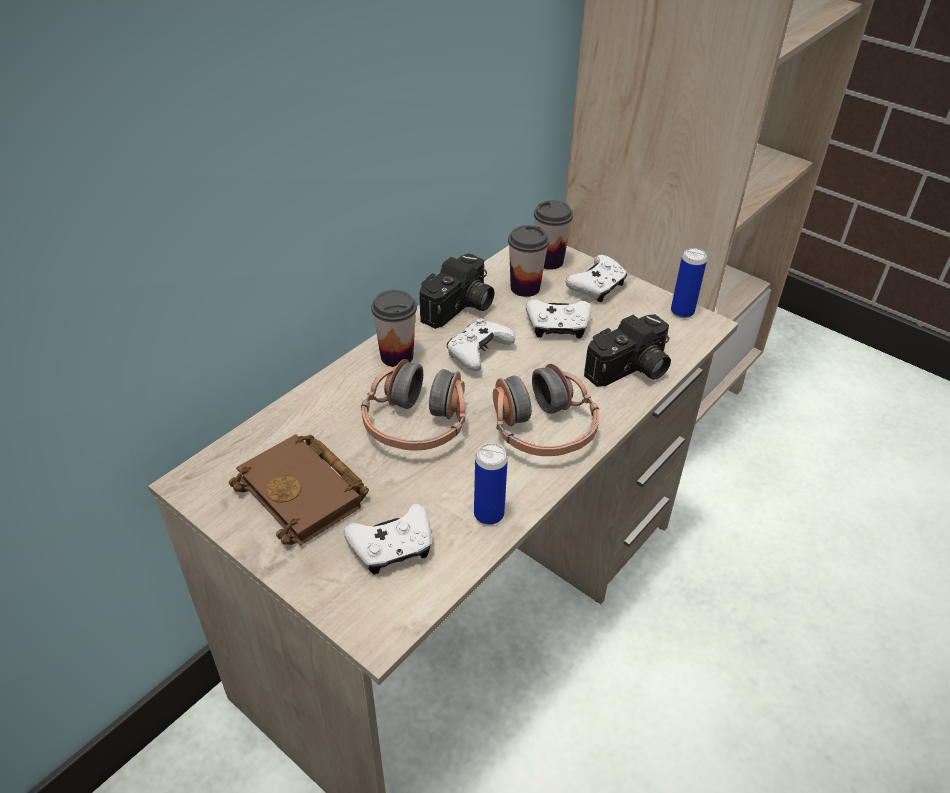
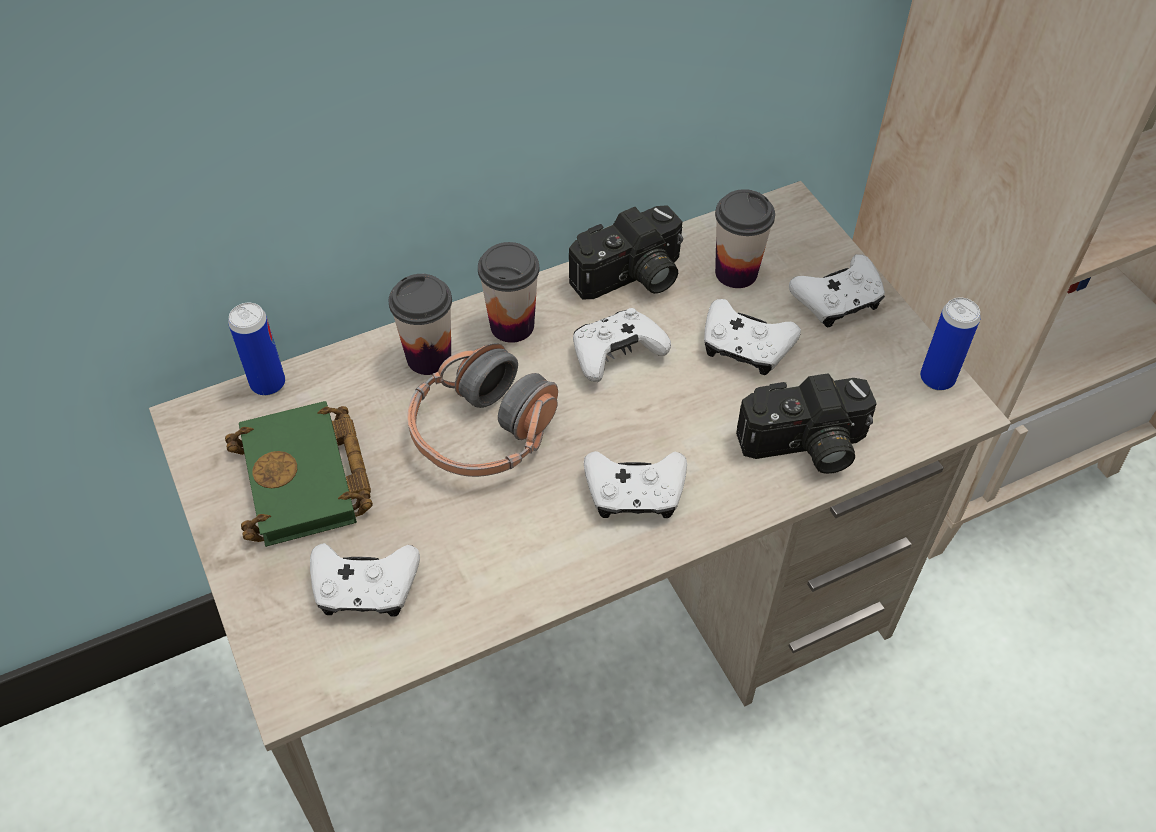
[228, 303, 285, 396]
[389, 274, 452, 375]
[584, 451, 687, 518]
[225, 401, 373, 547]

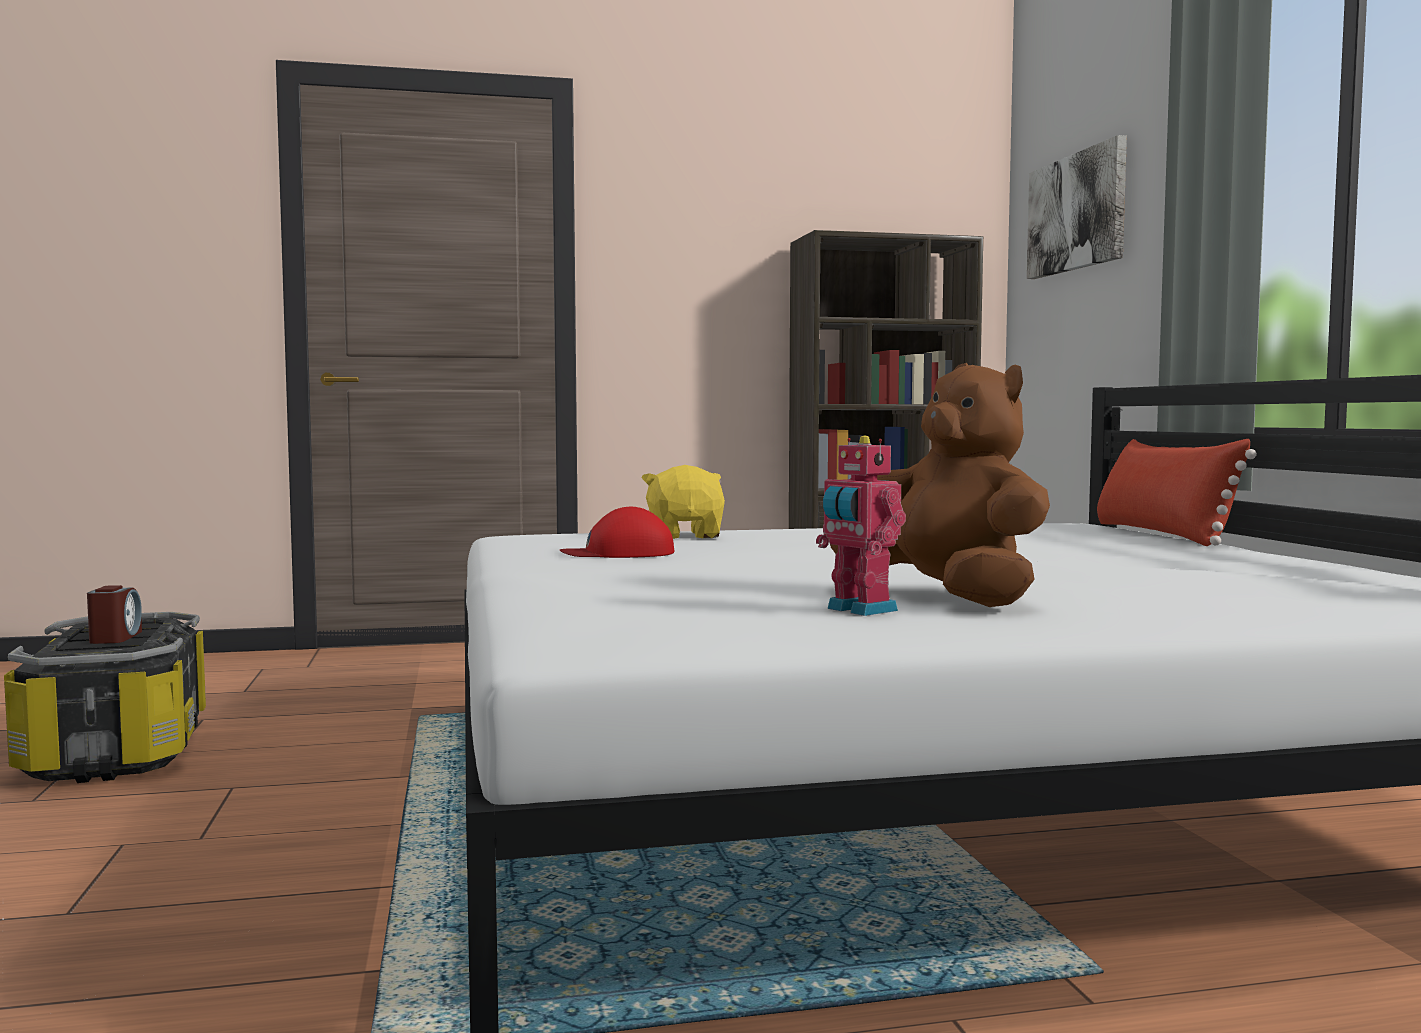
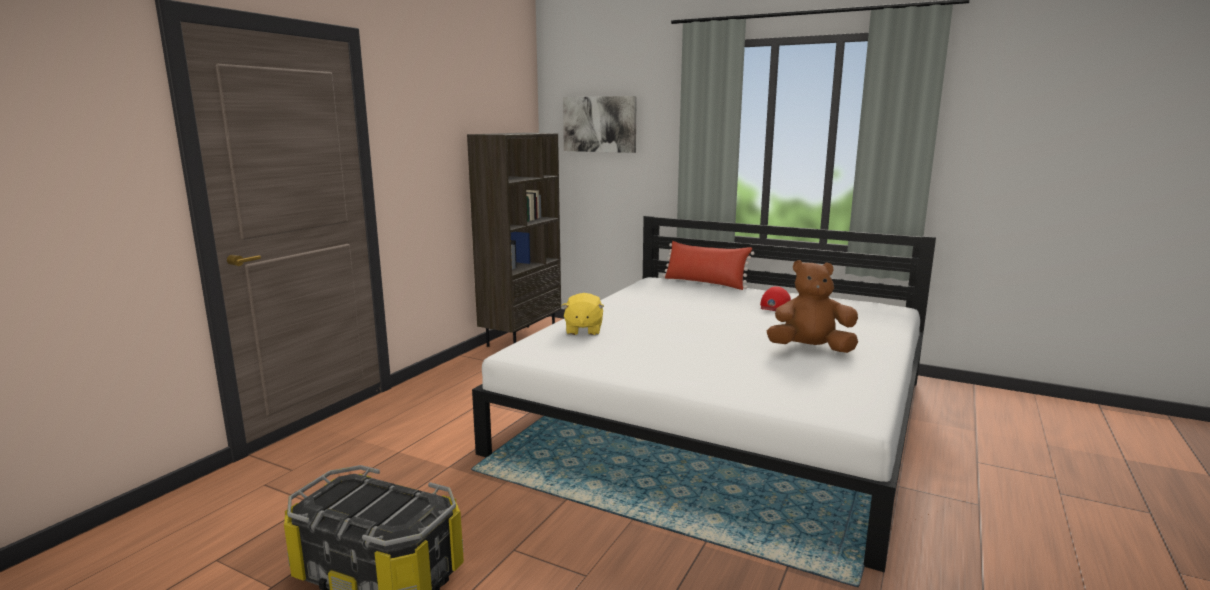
[87, 585, 142, 644] (first image)
[816, 435, 906, 616] (first image)
[760, 286, 791, 311]
[561, 293, 604, 335]

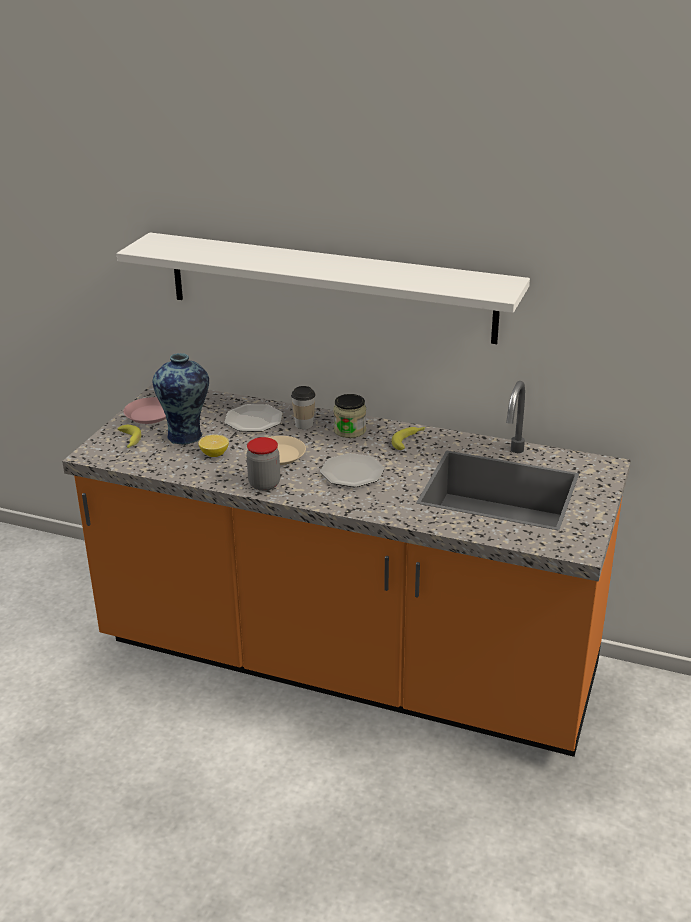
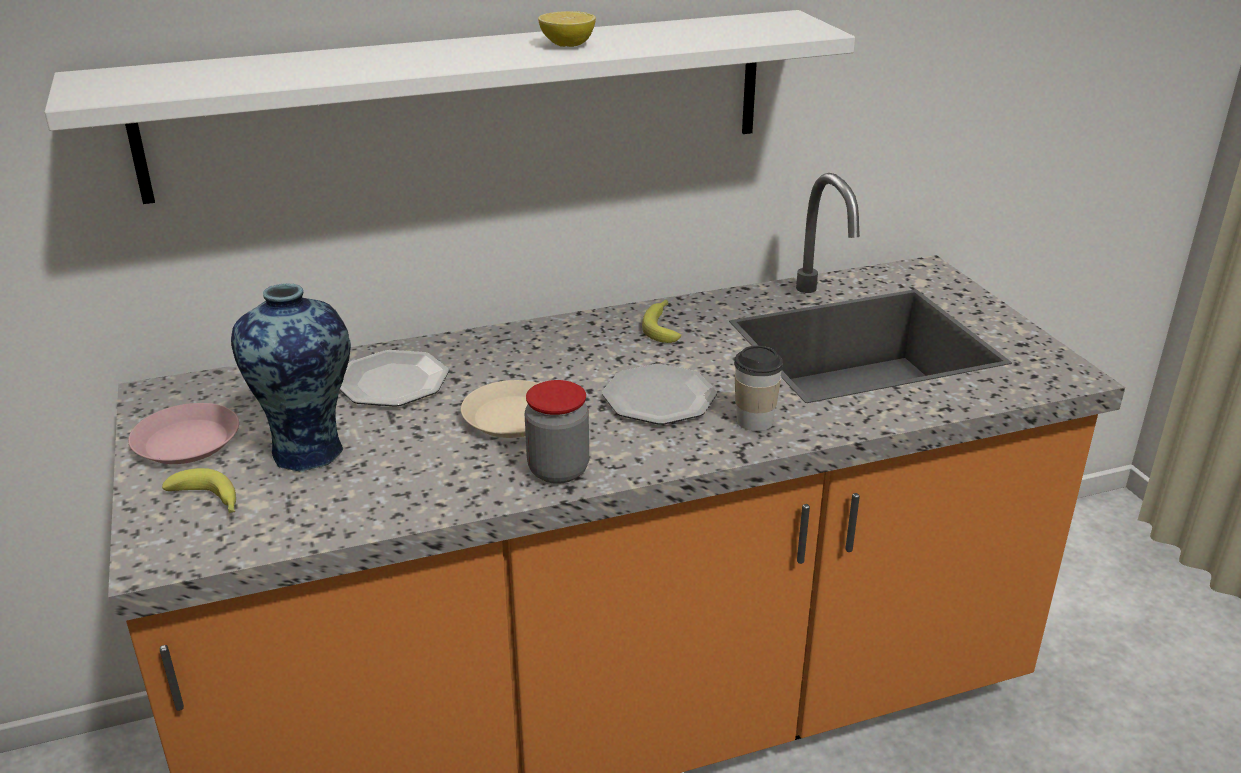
[333, 394, 366, 438] (first image)
[538, 11, 596, 47]
[734, 346, 784, 431]

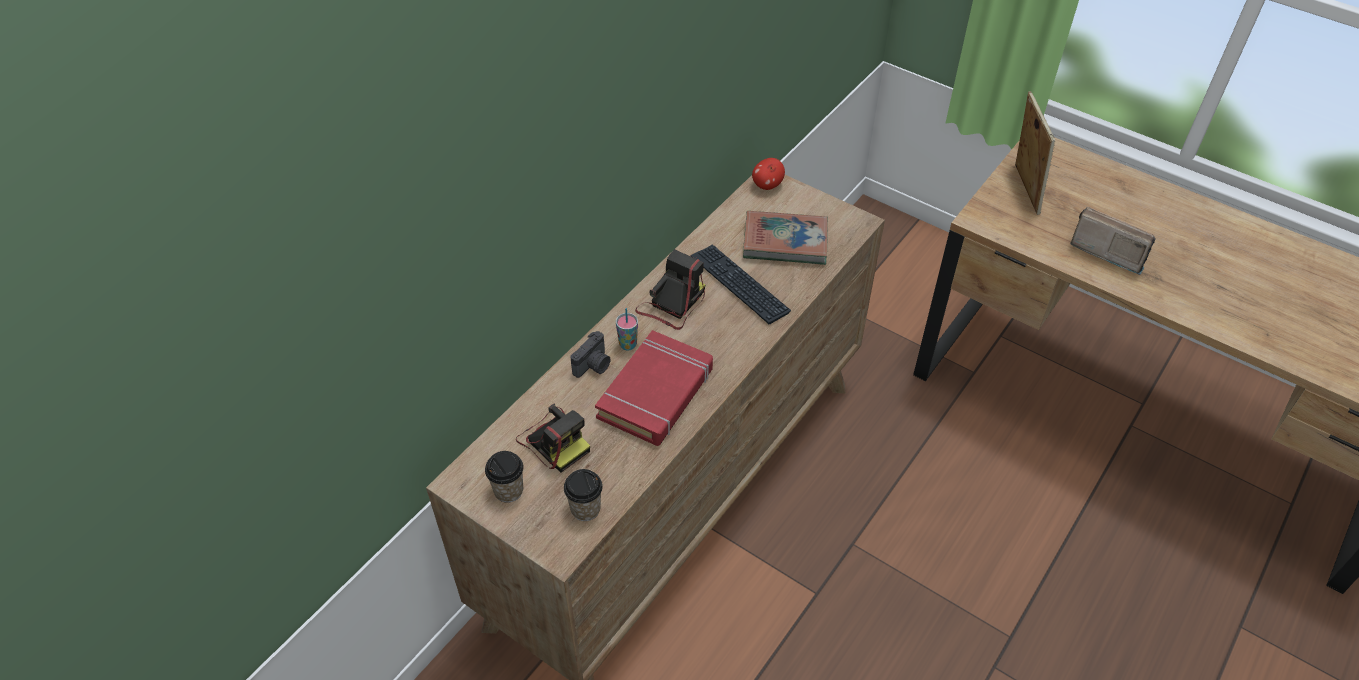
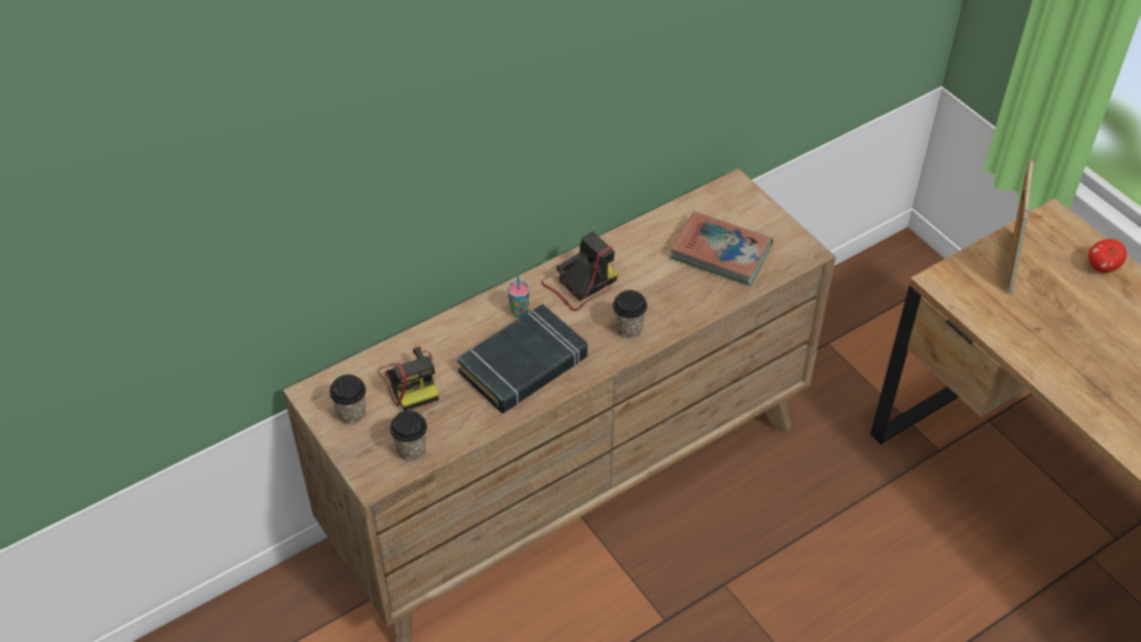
[571, 331, 610, 378] (first image)
[690, 244, 791, 324] (first image)
[1070, 207, 1155, 275] (first image)
[613, 290, 647, 339]
[1088, 239, 1127, 273]
[457, 304, 588, 413]

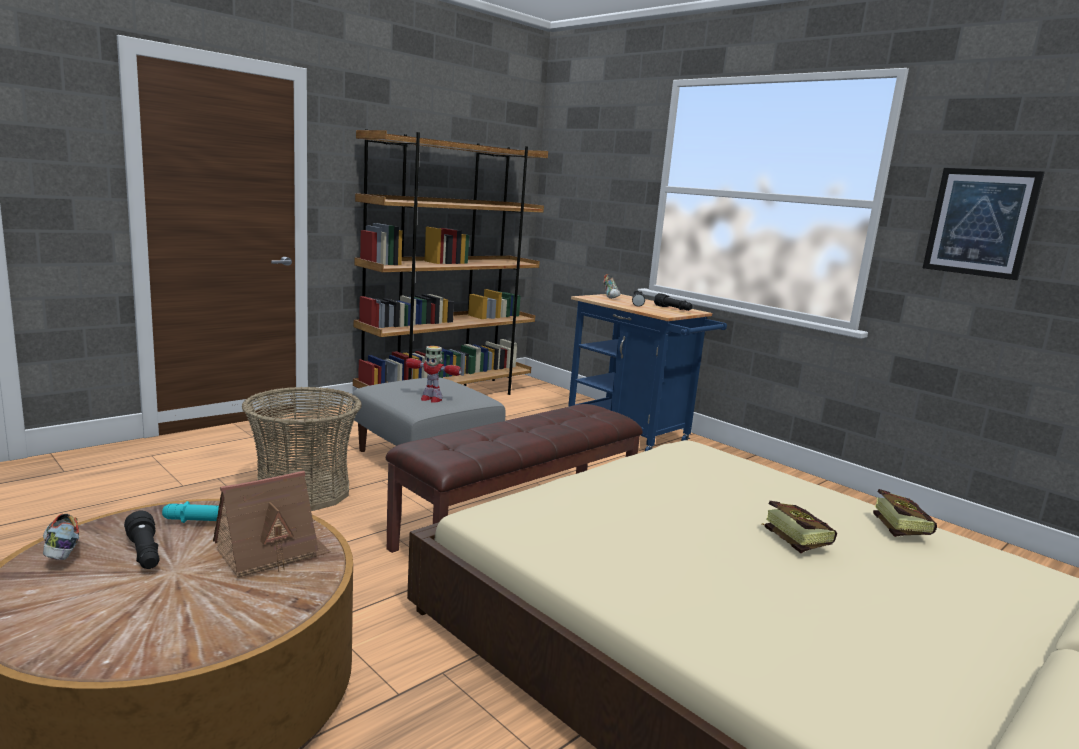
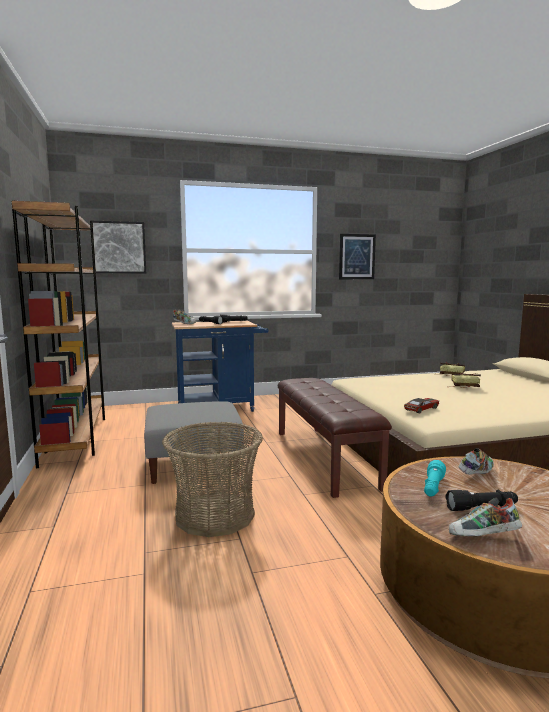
[406, 346, 462, 403] (first image)
[90, 220, 146, 273]
[404, 398, 439, 413]
[459, 448, 494, 475]

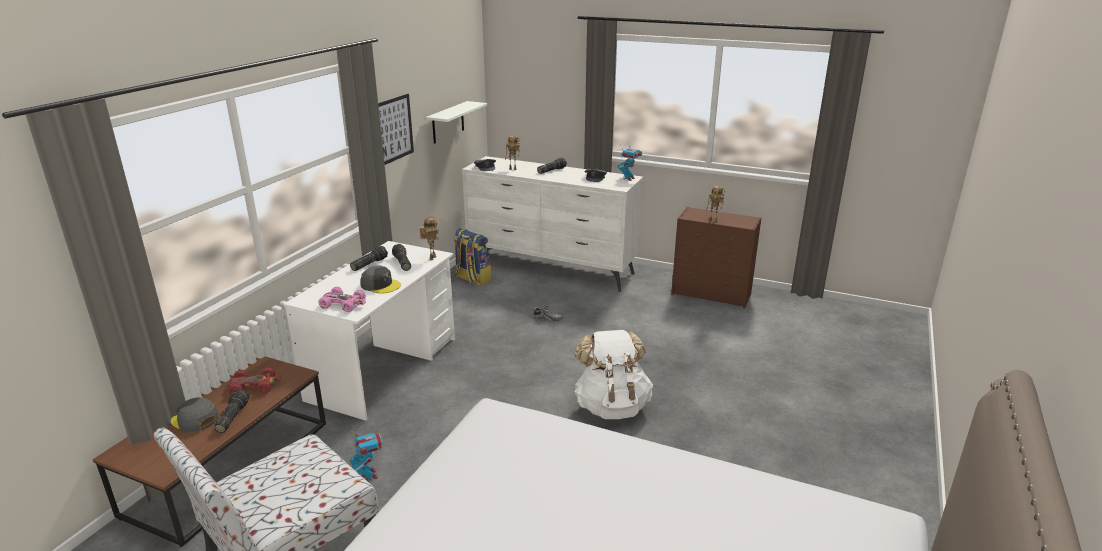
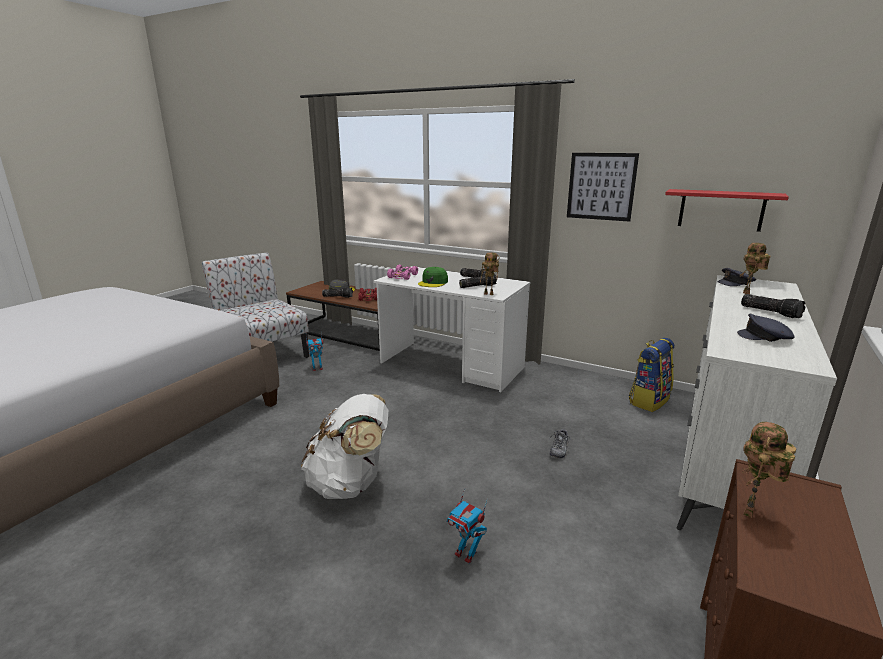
[446, 489, 488, 564]
[418, 267, 448, 287]
[665, 189, 789, 232]

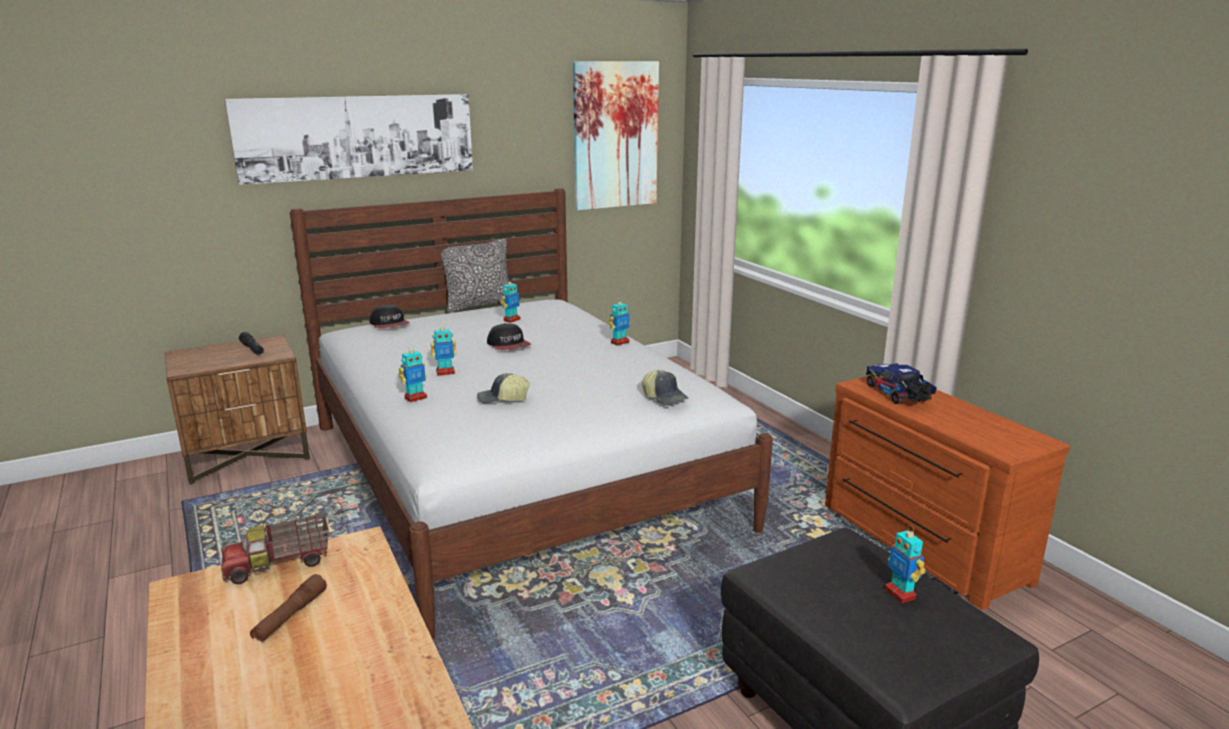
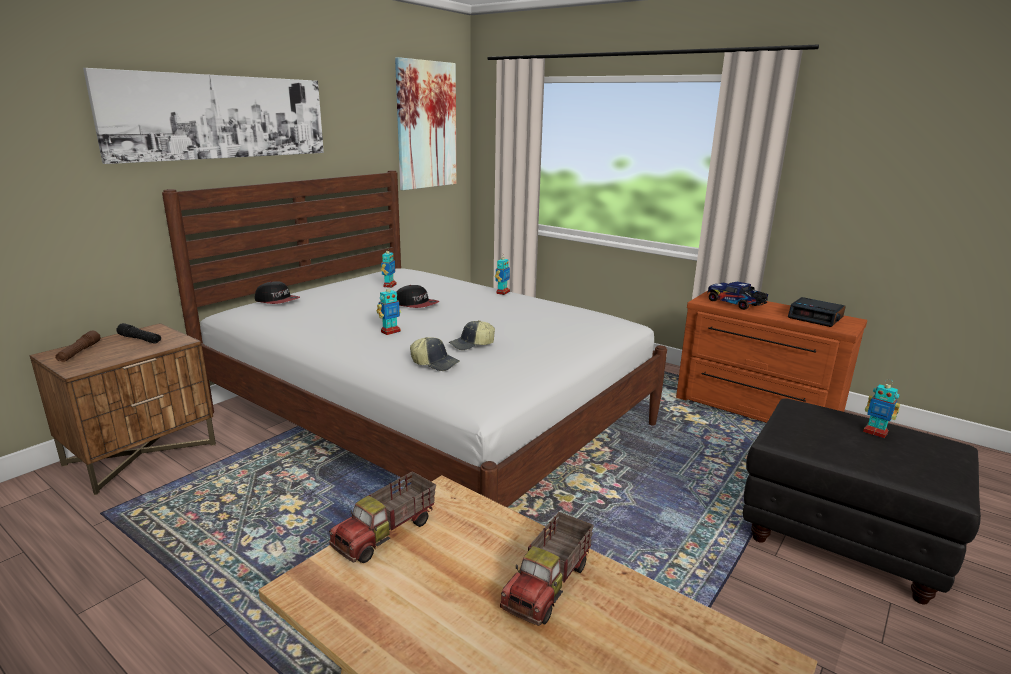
[399, 346, 427, 402] (first image)
[441, 238, 509, 312] (first image)
[500, 512, 594, 626]
[788, 297, 846, 327]
[55, 331, 101, 362]
[410, 337, 460, 371]

